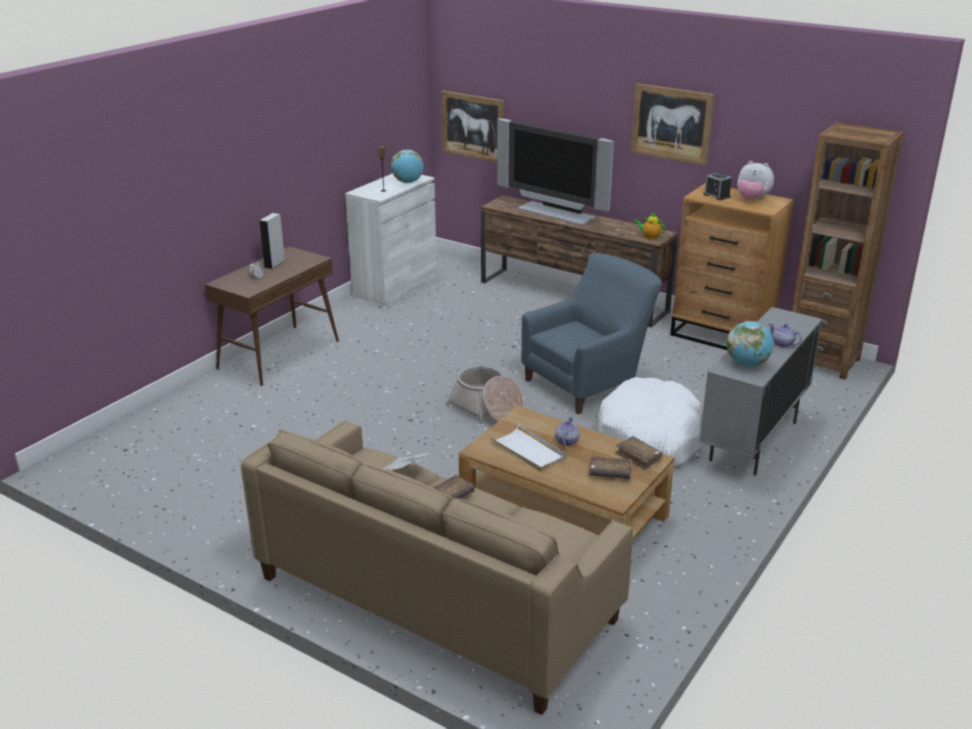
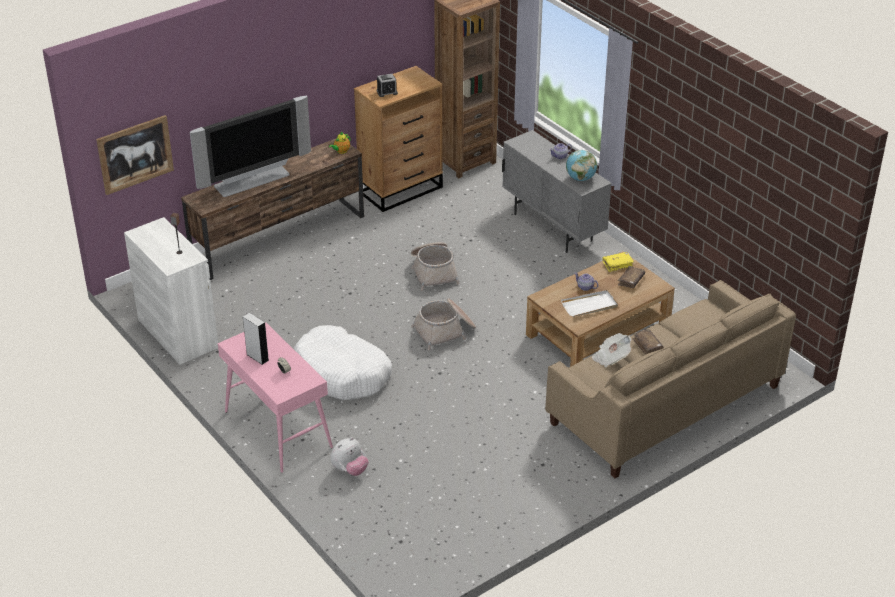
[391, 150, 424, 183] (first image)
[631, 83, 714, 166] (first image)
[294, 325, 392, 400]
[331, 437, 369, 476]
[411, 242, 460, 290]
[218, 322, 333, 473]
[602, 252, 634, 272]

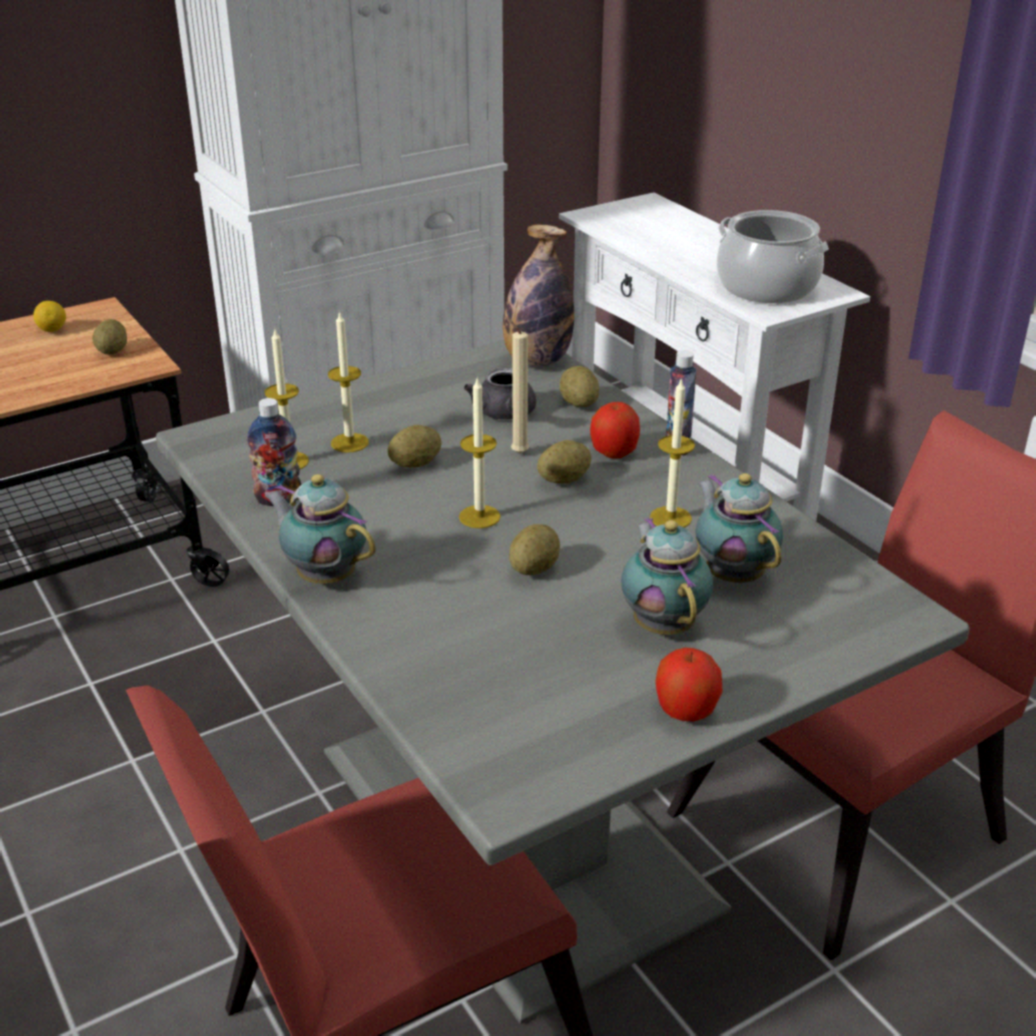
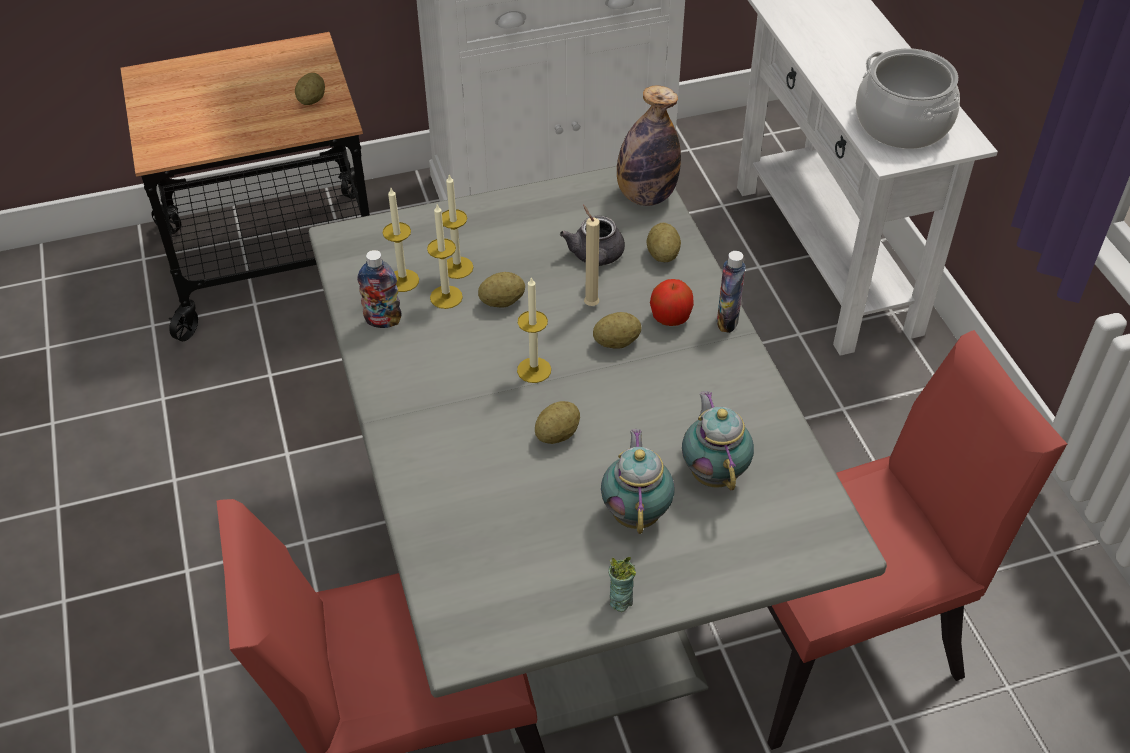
[34, 301, 66, 332] (first image)
[265, 474, 376, 584] (first image)
[427, 204, 463, 309]
[608, 557, 636, 612]

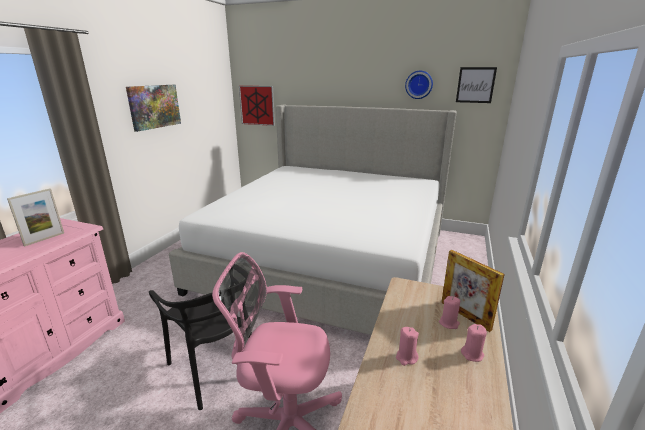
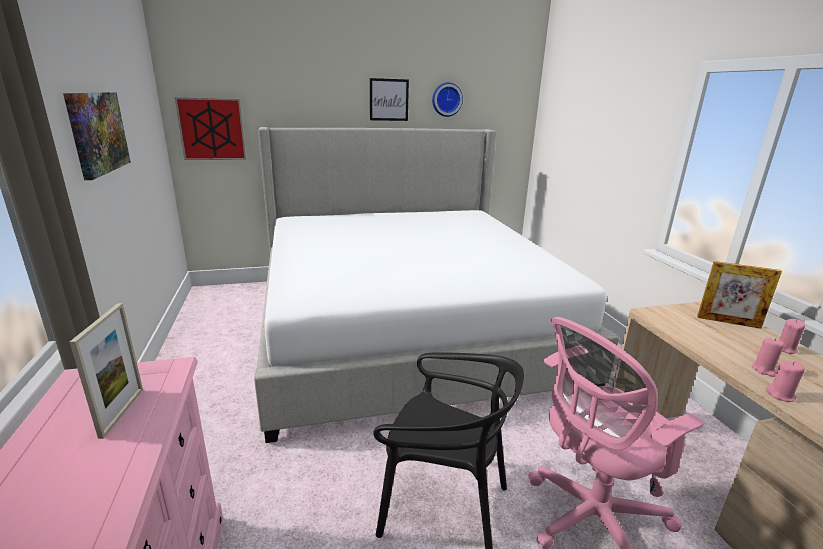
[766, 360, 805, 402]
[370, 78, 409, 121]

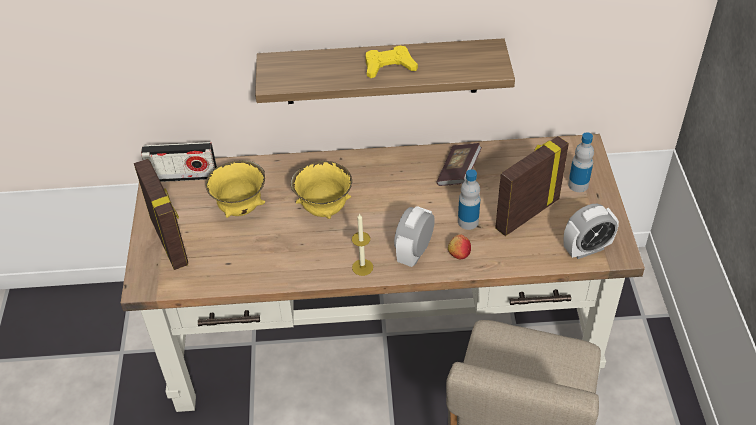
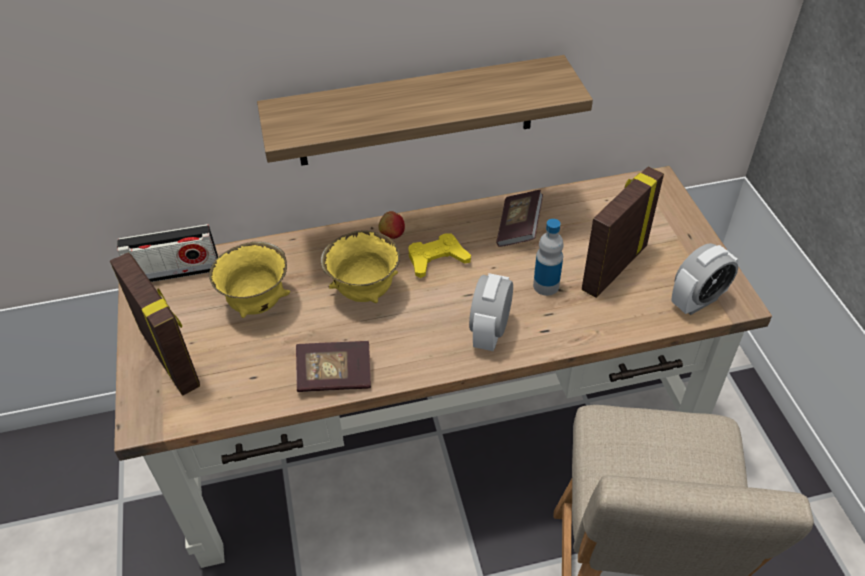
[352, 213, 373, 276] (first image)
[568, 132, 594, 192] (first image)
[296, 341, 371, 392]
[409, 233, 471, 278]
[379, 211, 405, 239]

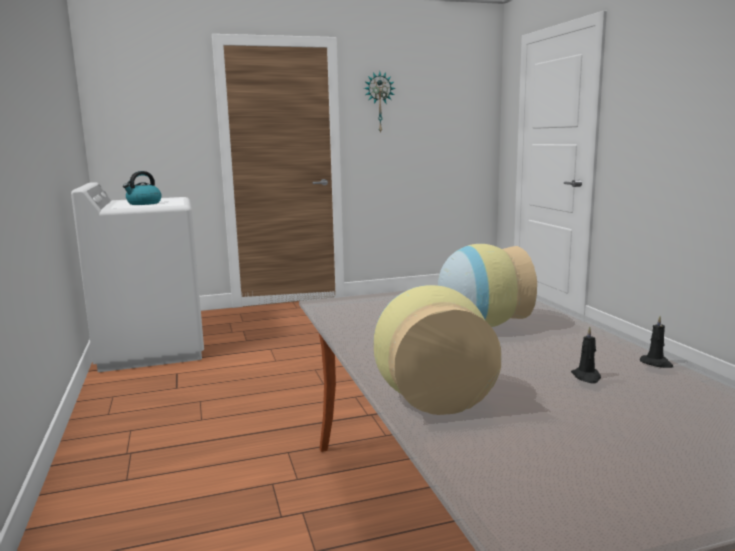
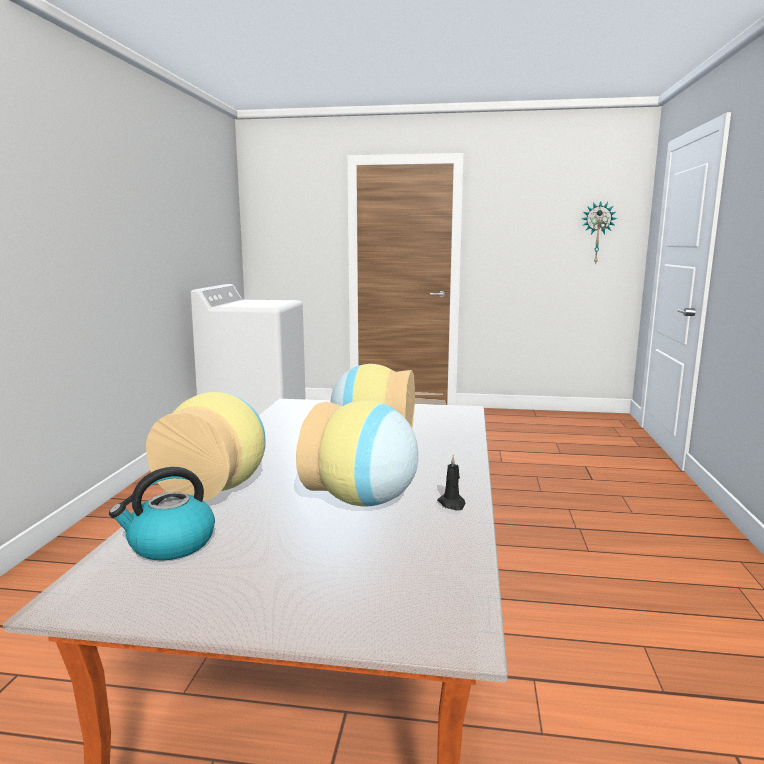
[109, 467, 215, 561]
[582, 201, 617, 265]
[296, 400, 418, 507]

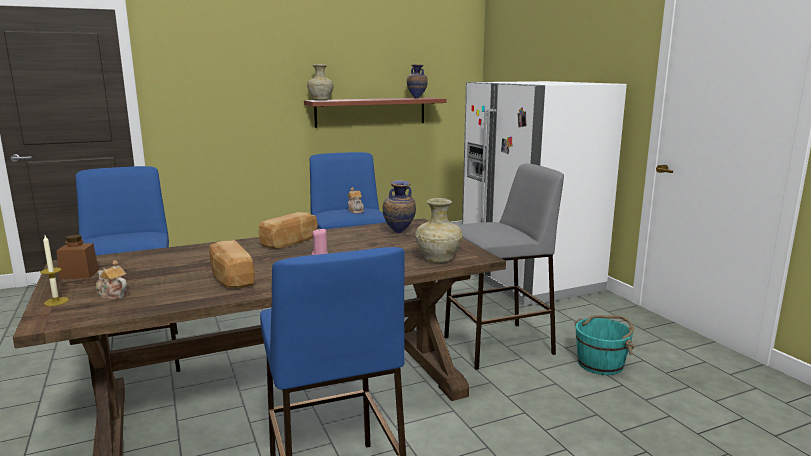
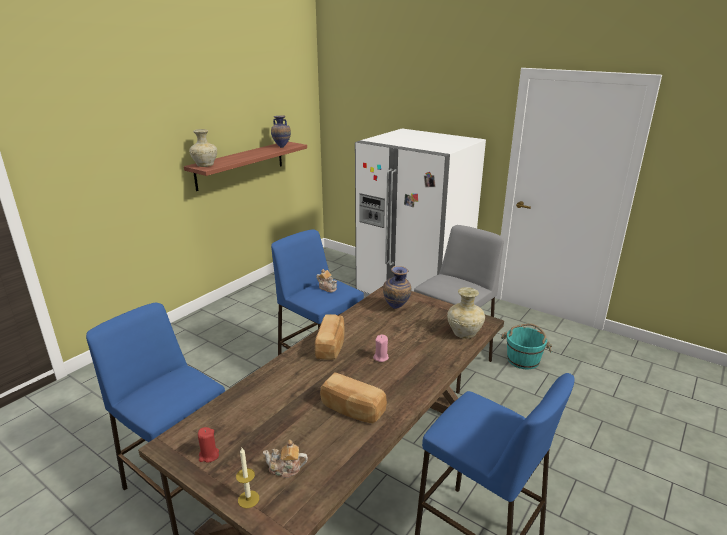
[198, 427, 219, 462]

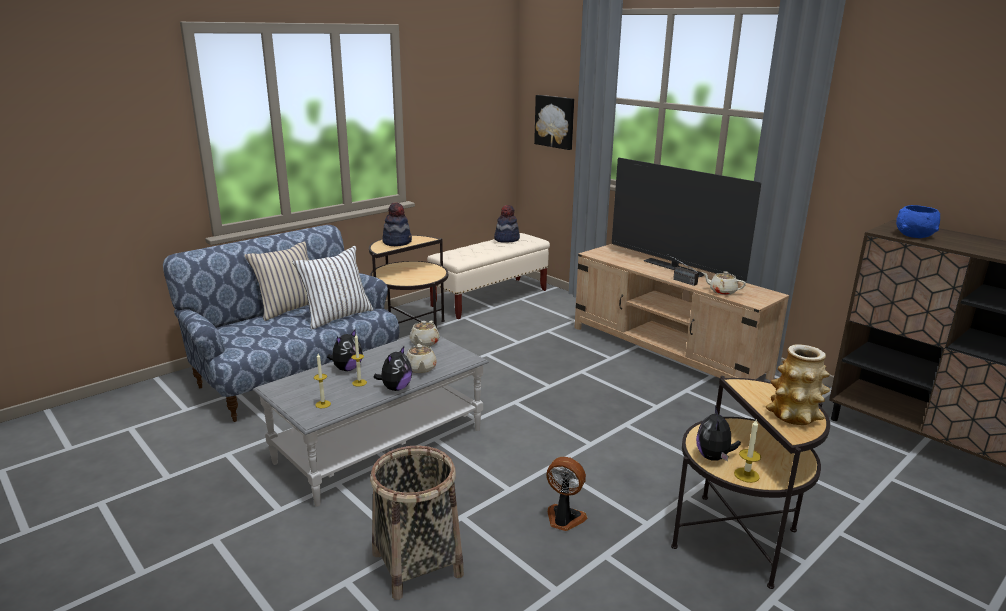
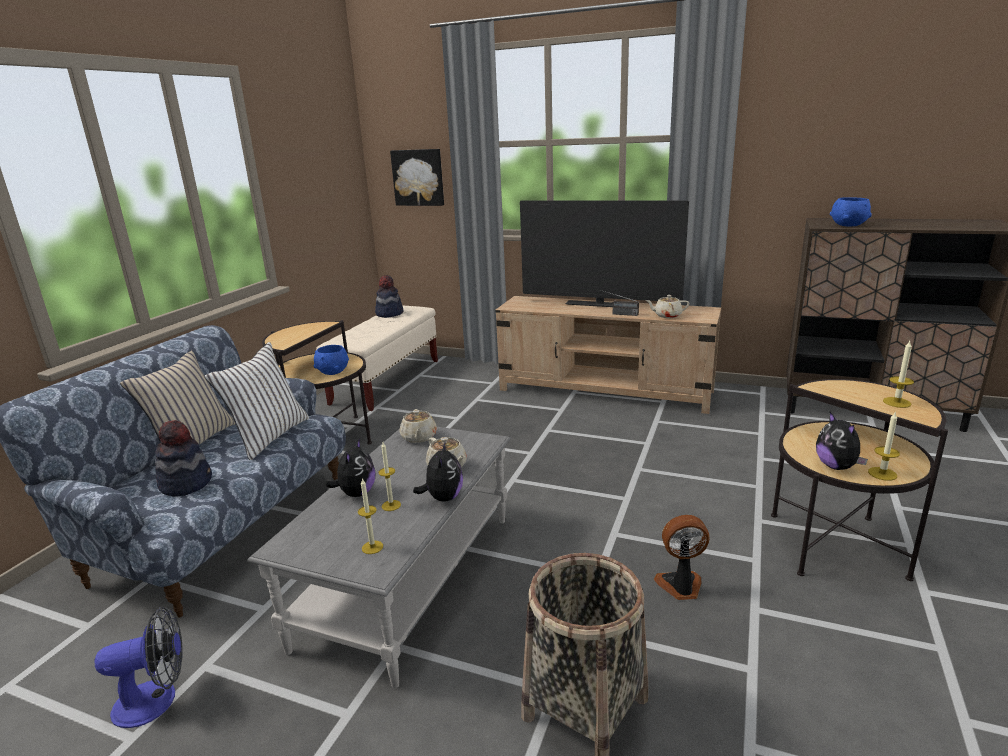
[95, 606, 183, 728]
[314, 345, 349, 375]
[155, 420, 212, 497]
[883, 341, 914, 408]

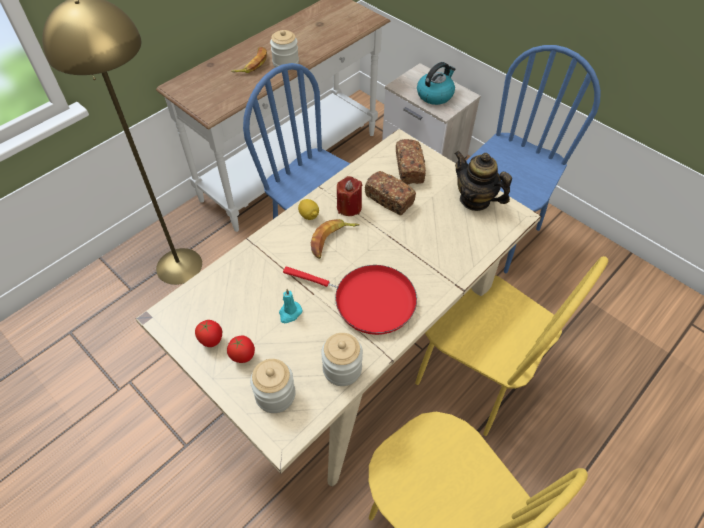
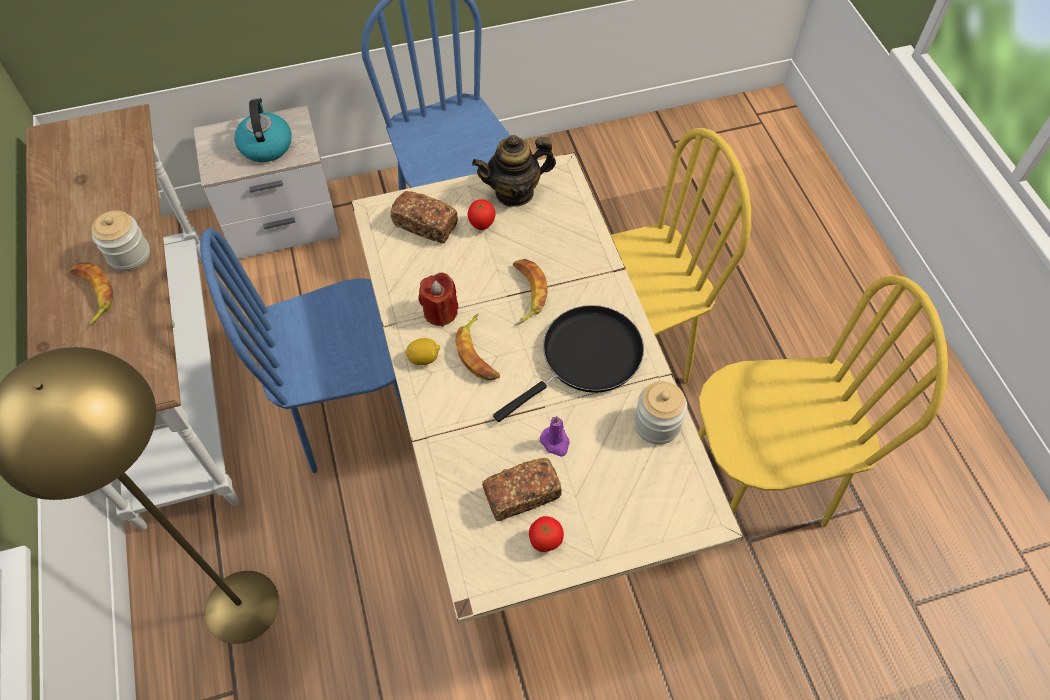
[250, 359, 296, 413] (first image)
[513, 259, 548, 324]
[467, 199, 495, 230]
[482, 458, 562, 521]
[540, 416, 570, 457]
[493, 305, 644, 422]

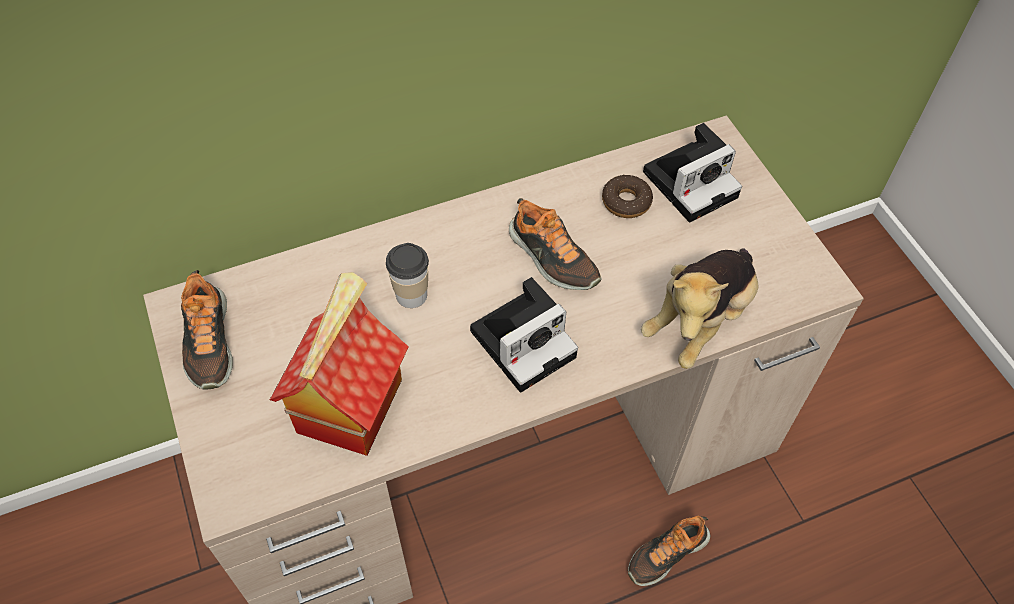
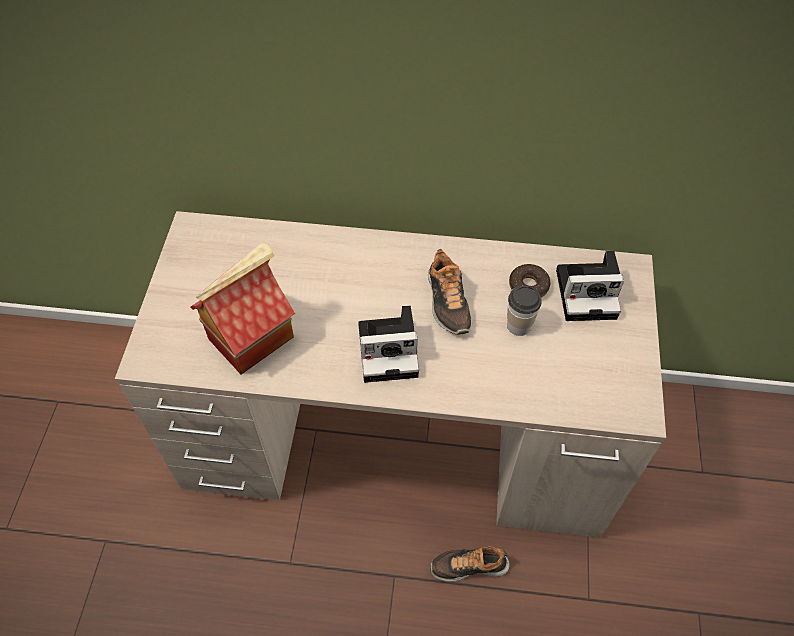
[181, 270, 233, 390] (first image)
[641, 248, 758, 369] (first image)
[507, 286, 542, 336]

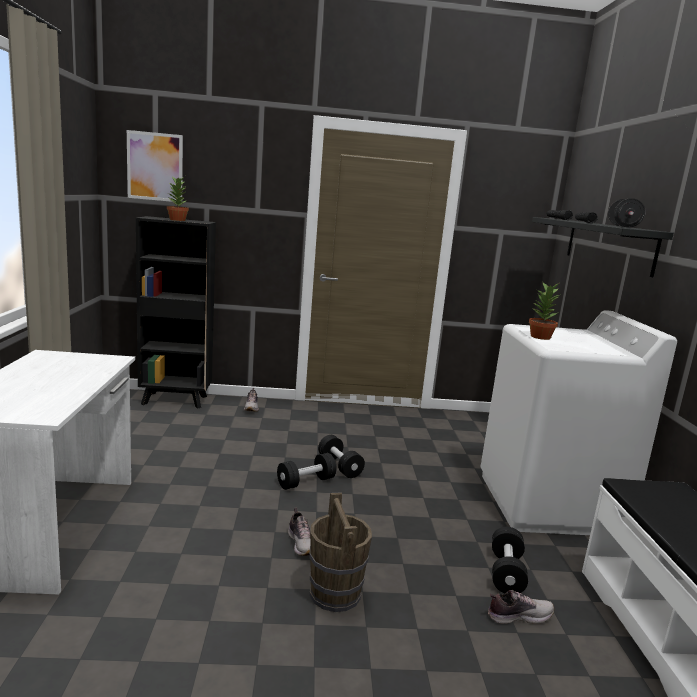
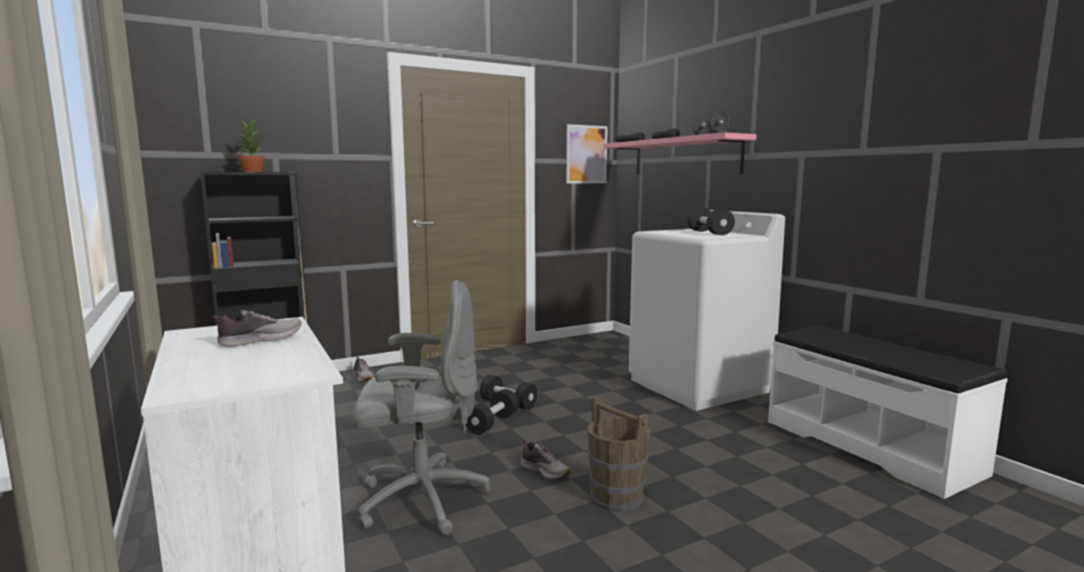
[529, 283, 561, 340] (first image)
[353, 280, 490, 535]
[566, 124, 608, 183]
[212, 310, 301, 347]
[687, 207, 735, 235]
[604, 133, 757, 175]

